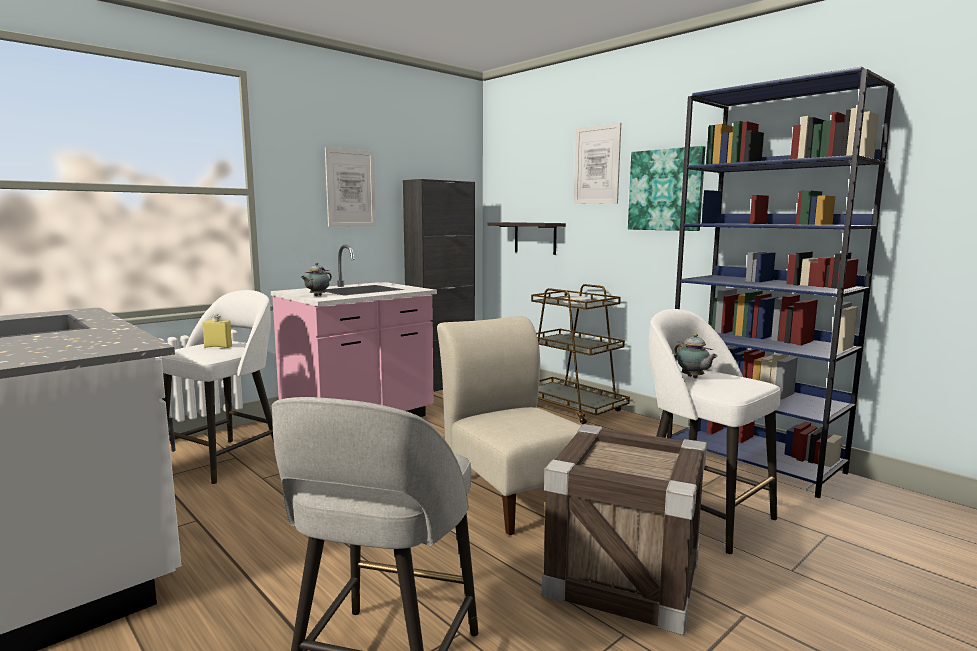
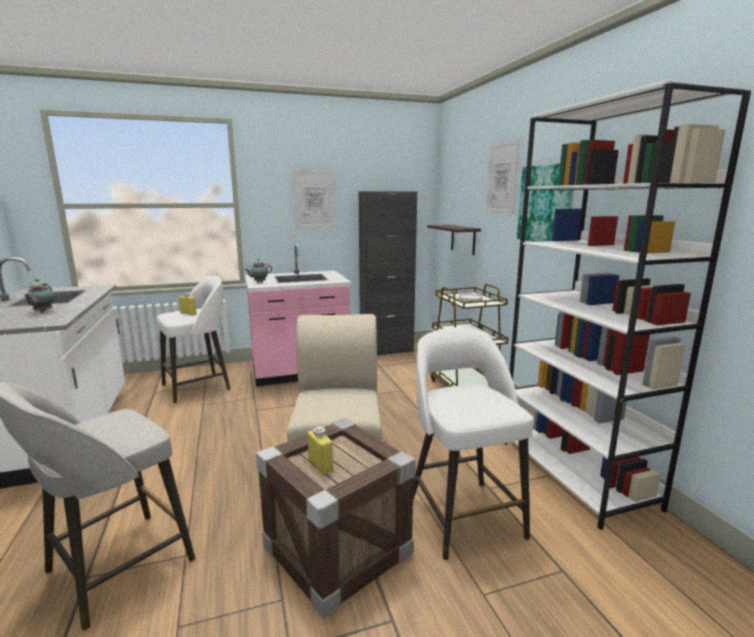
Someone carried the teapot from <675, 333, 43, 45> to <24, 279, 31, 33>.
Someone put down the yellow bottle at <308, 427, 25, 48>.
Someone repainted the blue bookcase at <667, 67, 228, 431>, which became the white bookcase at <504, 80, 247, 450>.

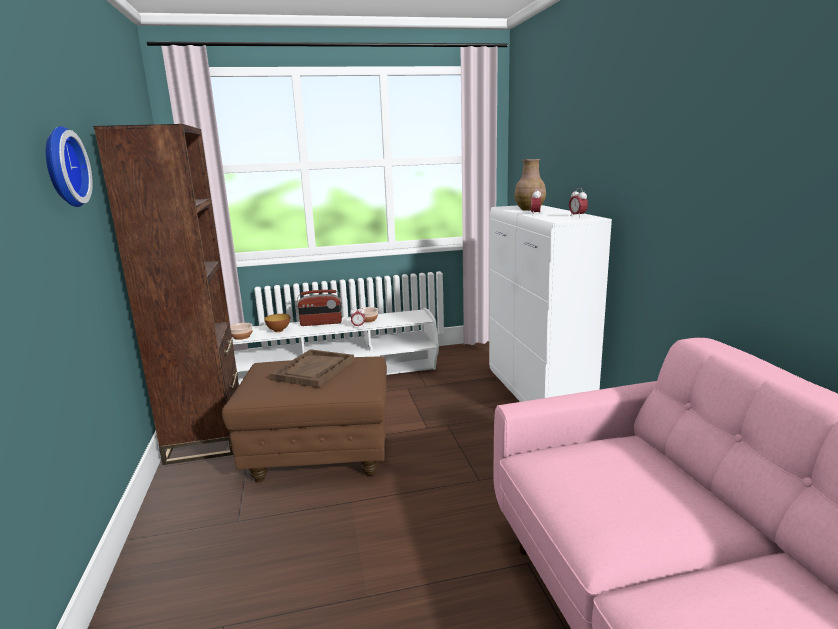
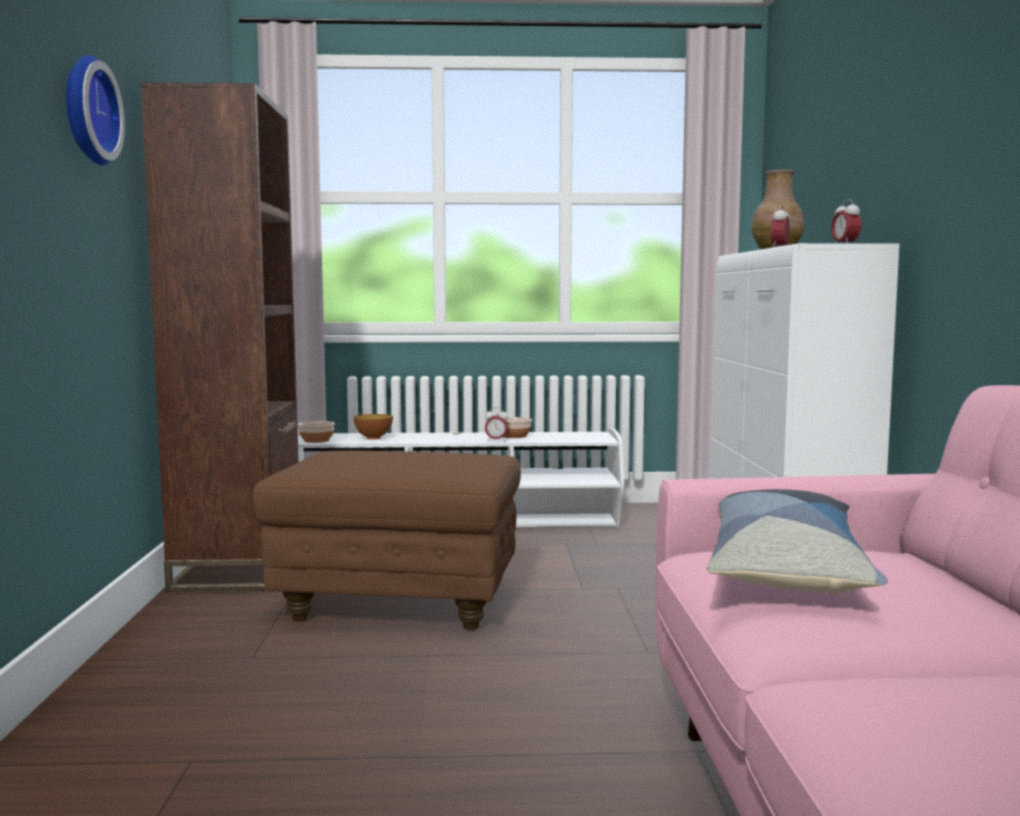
Someone put down the pillow at <707, 489, 181, 105>.
Someone took away the brown tray at <270, 349, 84, 39>.
Someone took away the radio at <296, 290, 46, 36>.

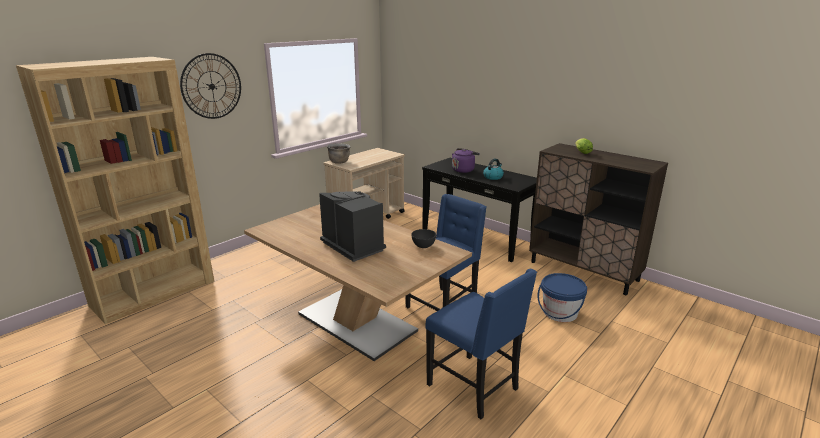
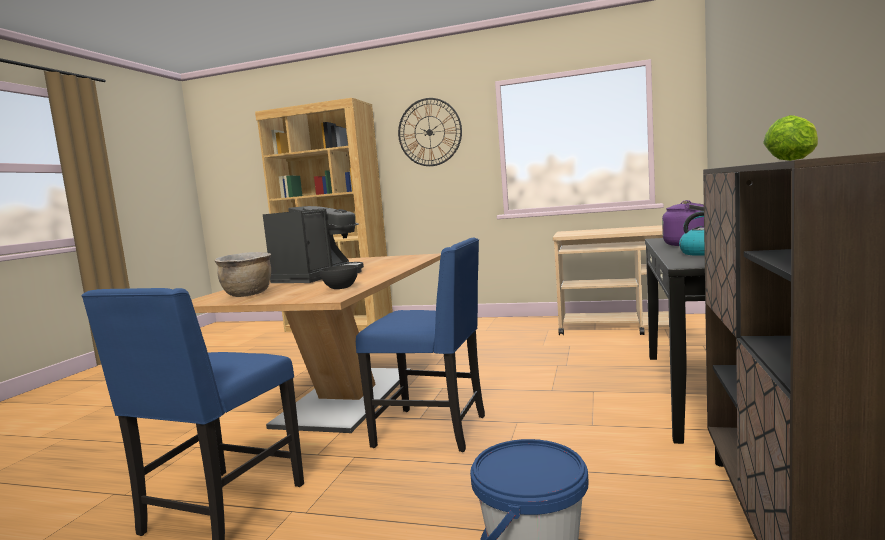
Someone carried the brown cooking pot from <327, 143, 23, 21> to <214, 252, 57, 45>.

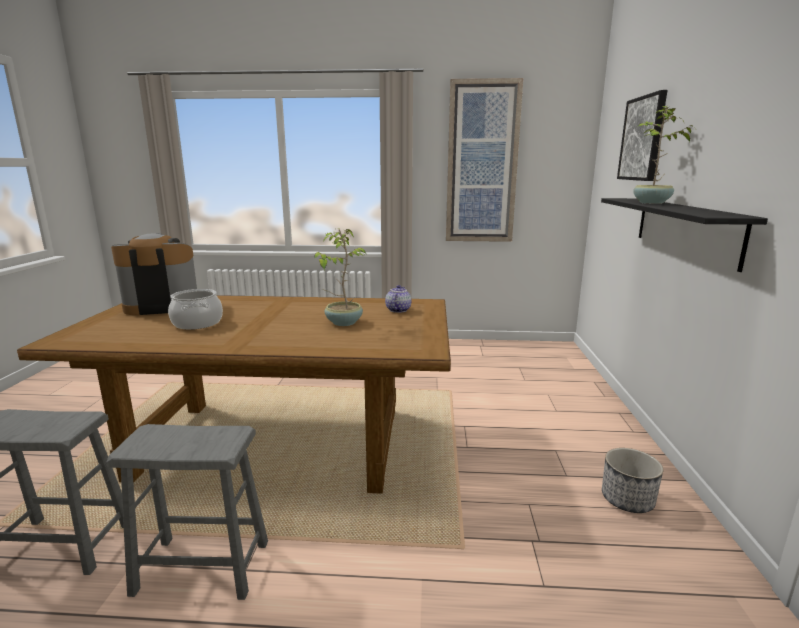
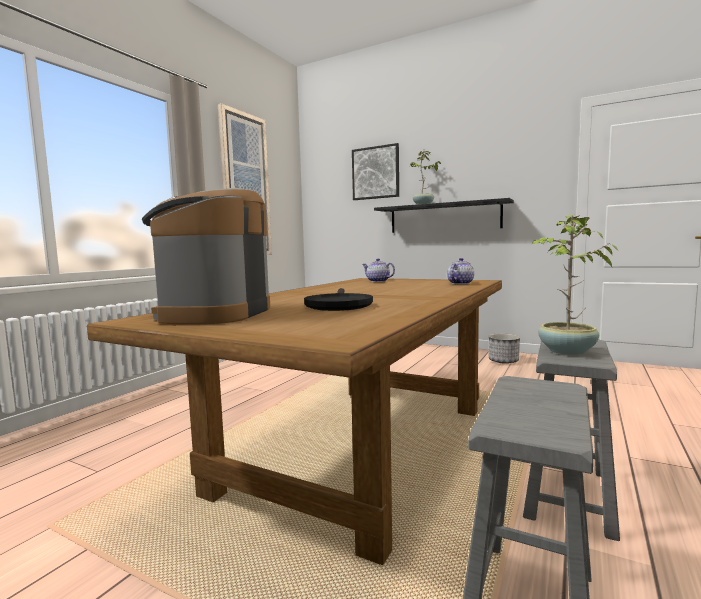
Someone swapped the cooking pot at <168, 289, 55, 41> for the black frying pan at <304, 288, 69, 23>.
Someone put down the teapot at <447, 258, 27, 26>.
Someone carried the potted plant from <314, 228, 52, 98> to <532, 215, 86, 140>.

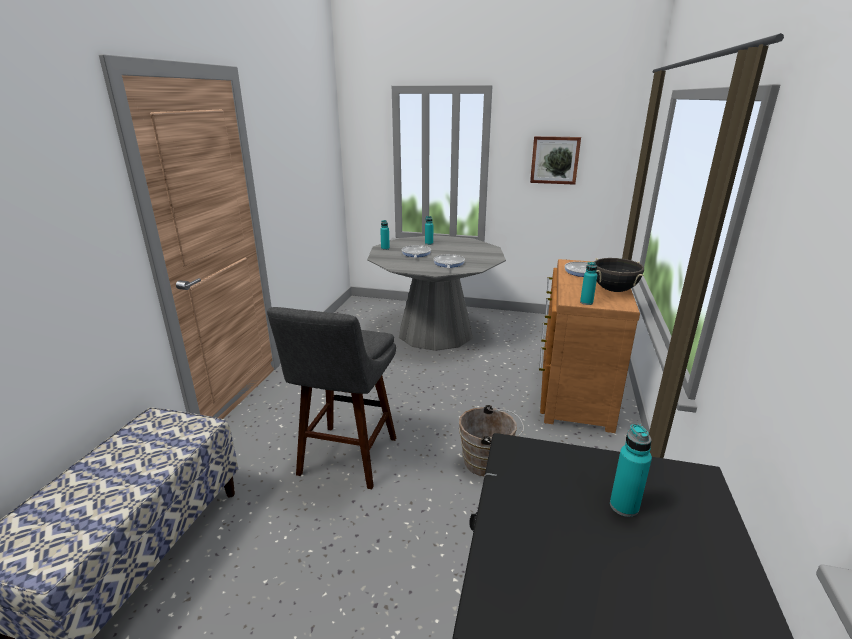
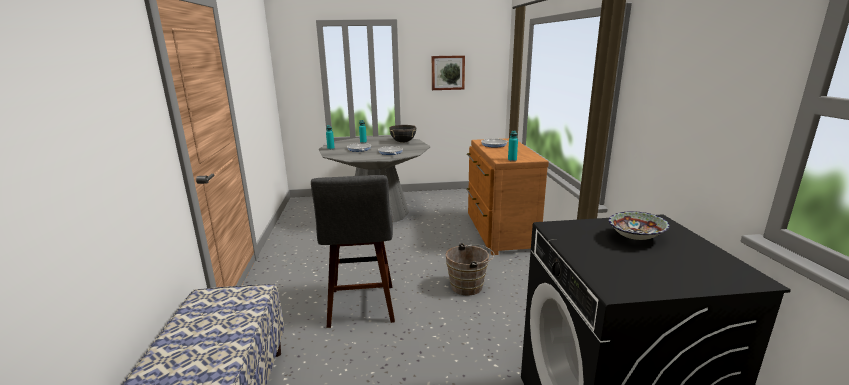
Someone carried the black cooking pot from <594, 258, 50, 34> to <389, 125, 28, 18>.
Someone swapped the turquoise bottle at <610, 424, 42, 93> for the bowl at <608, 211, 62, 29>.

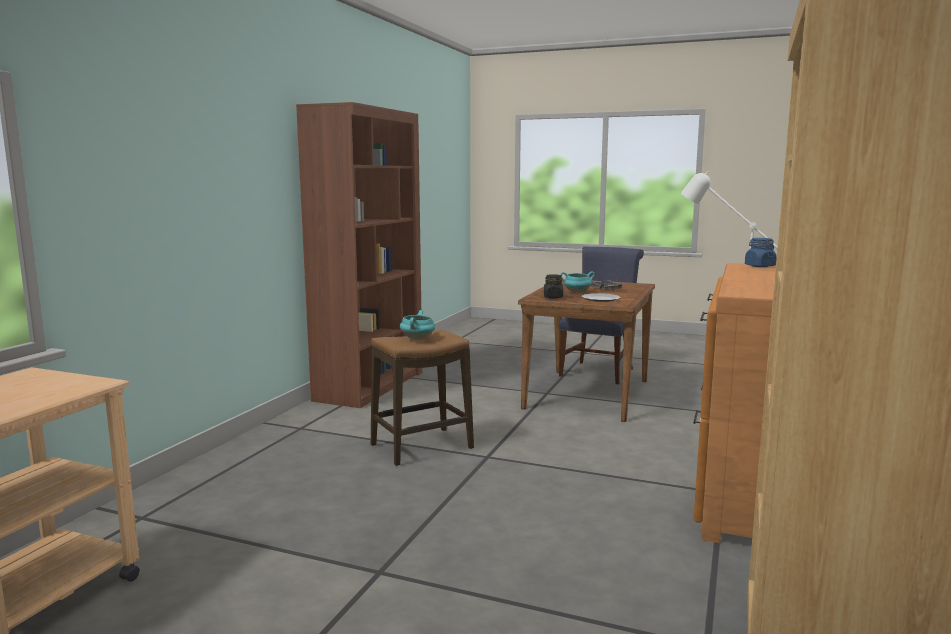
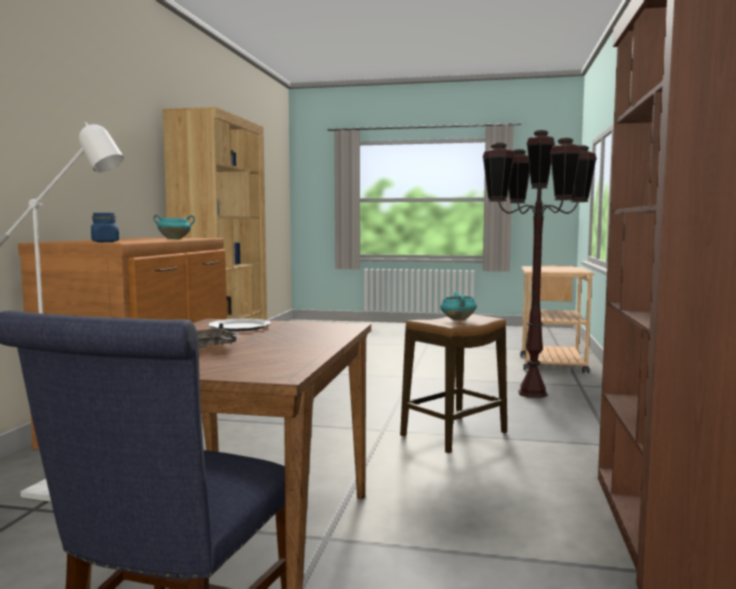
Someone carried the turquoise cooking pot from <561, 271, 34, 22> to <153, 214, 42, 25>.
Someone put down the brown floor lamp at <483, 130, 114, 268>.
Someone took away the black jar at <544, 274, 19, 25>.

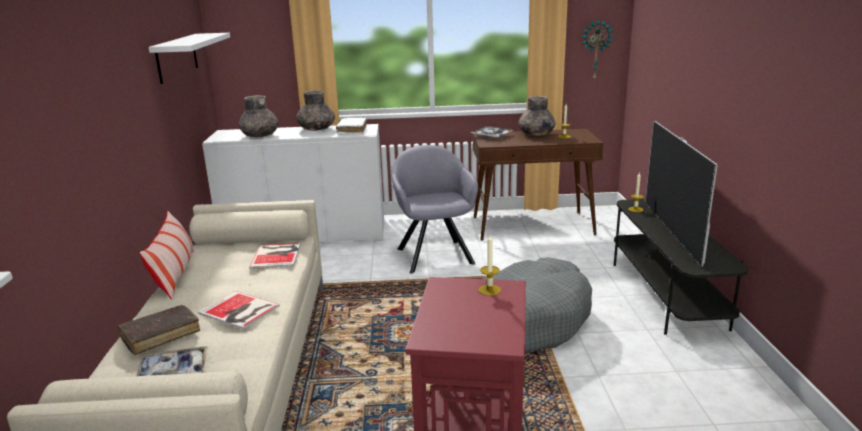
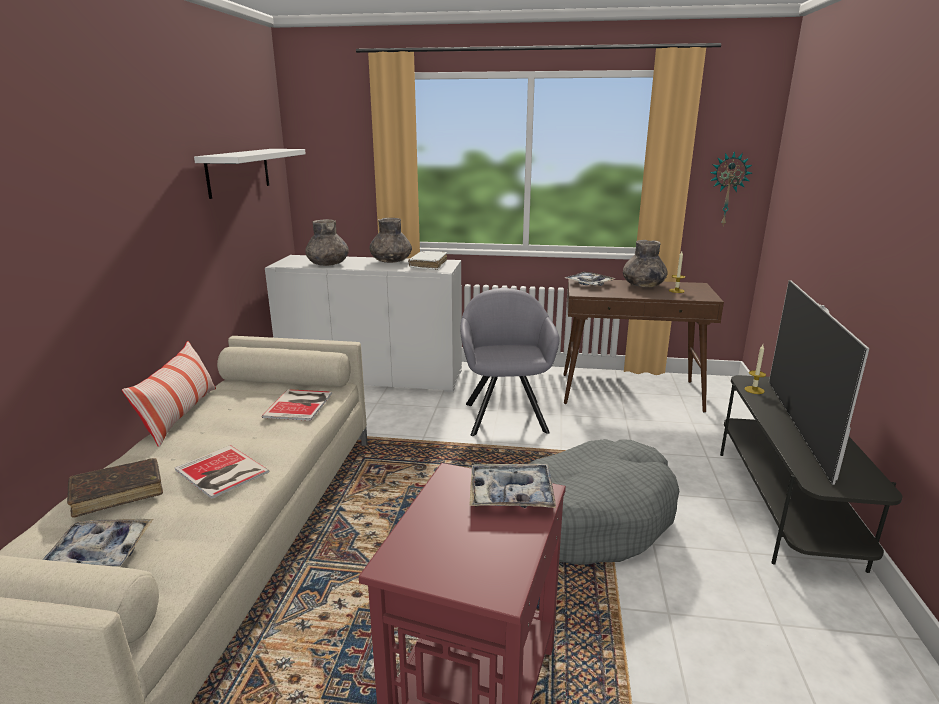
Someone swapped the candle at <479, 235, 22, 61> for the tray at <469, 464, 87, 44>.

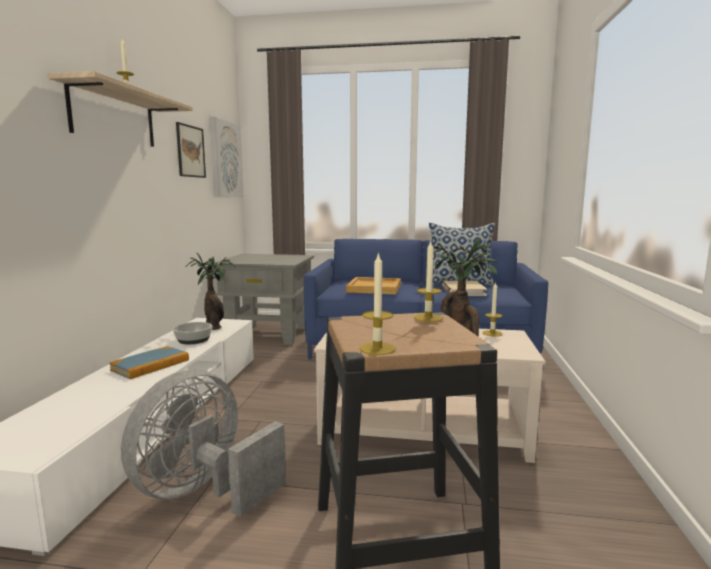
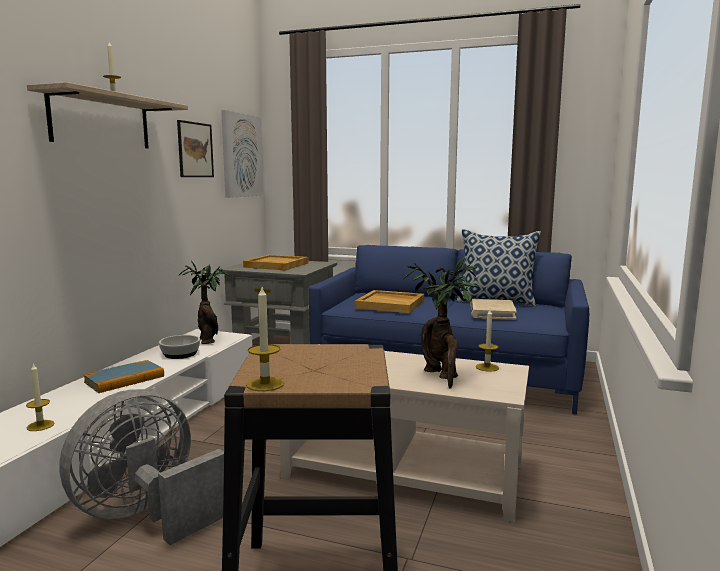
Someone carried the candle from <414, 241, 29, 81> to <26, 363, 29, 68>.
Someone put down the beige tray at <243, 255, 66, 15>.

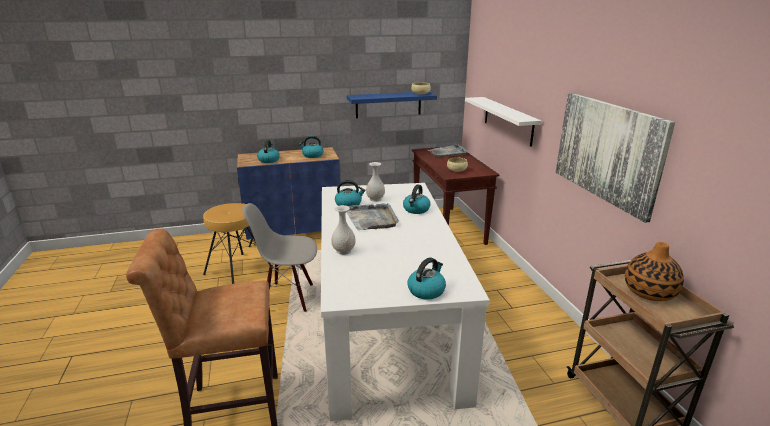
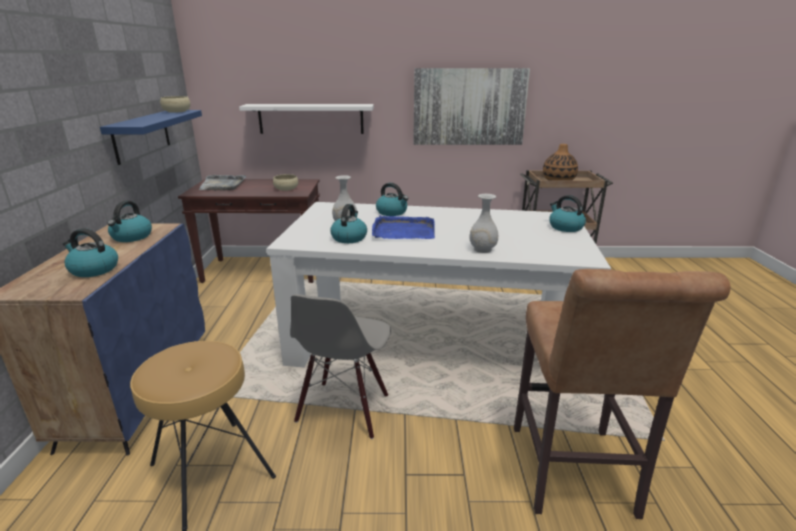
Someone repainted the grey tray at <346, 203, 53, 27>, which became the blue tray at <372, 215, 63, 24>.

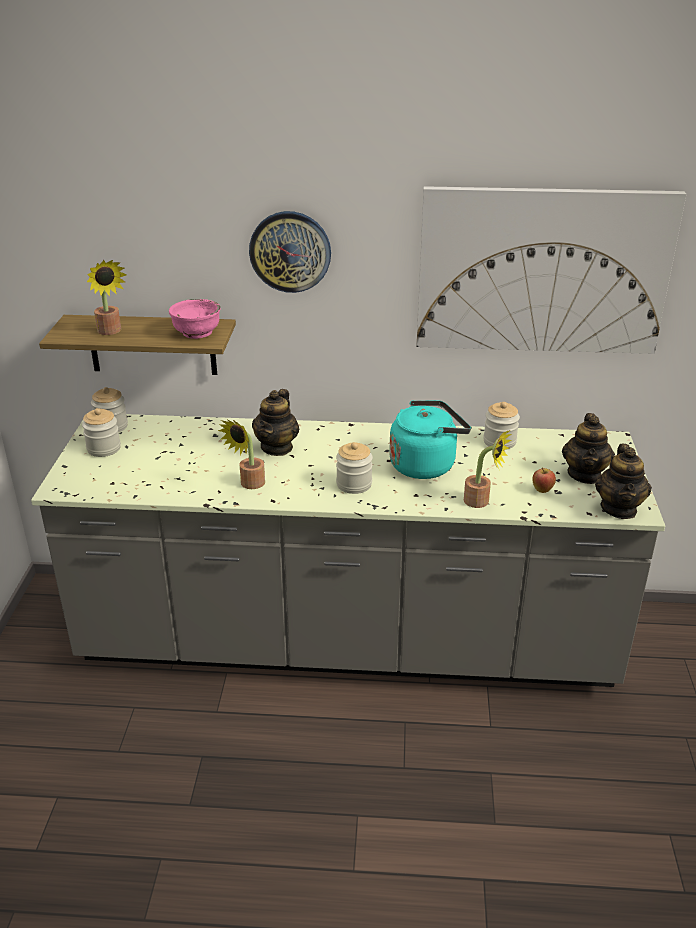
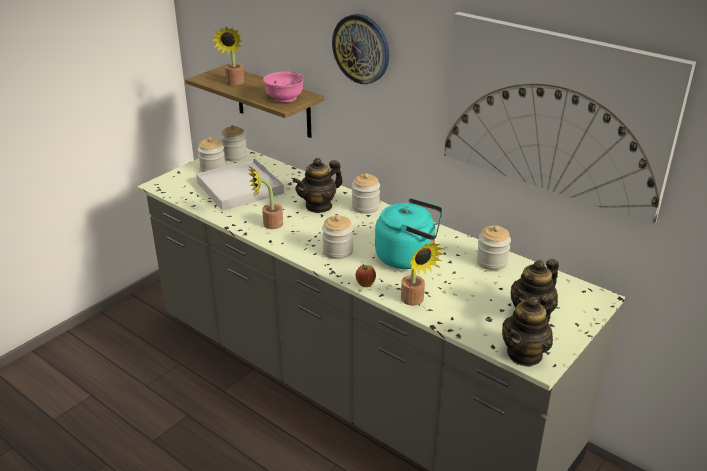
Someone put down the white tray at <196, 159, 88, 52>.
Someone put down the jar at <352, 173, 28, 41>.
Someone carried the apple from <532, 467, 24, 26> to <356, 263, 20, 24>.

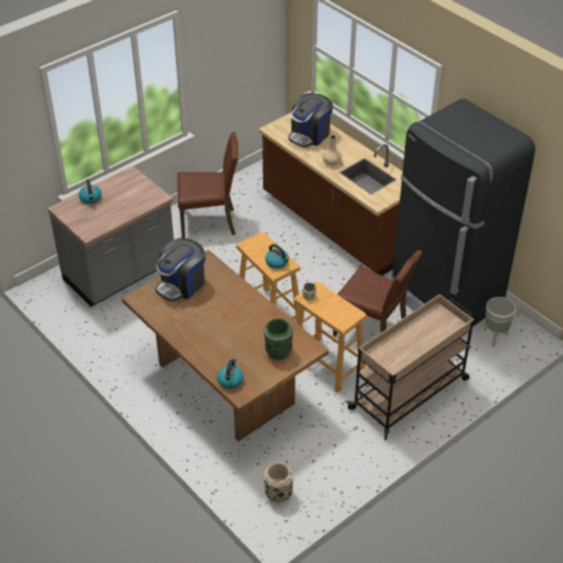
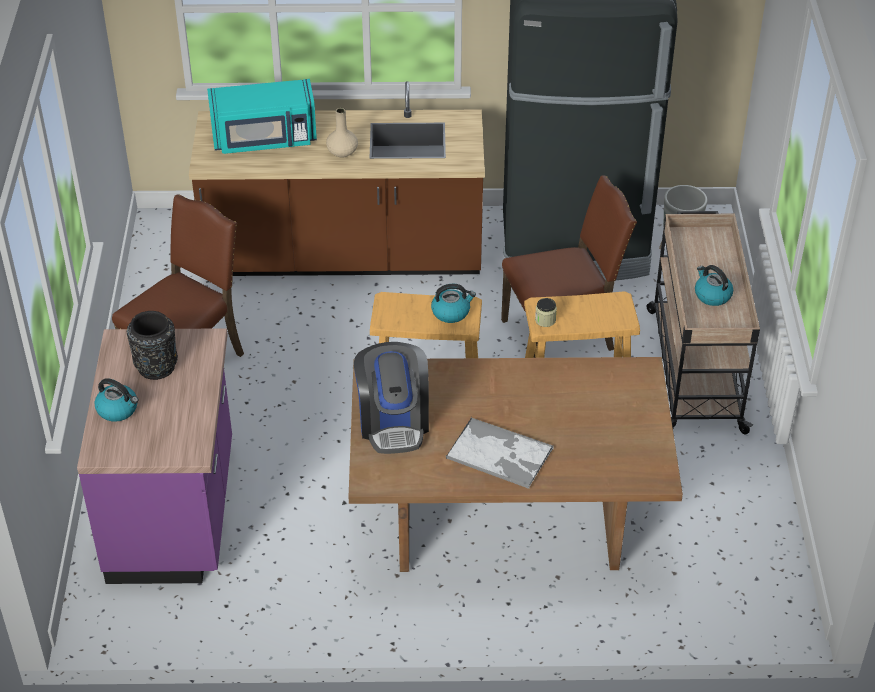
Someone repainted the grey counter at <48, 166, 126, 141>, which became the purple counter at <77, 328, 155, 256>.
Someone put down the black vase at <127, 311, 51, 69>.
Someone swapped the coffee machine at <288, 93, 45, 54> for the turquoise microwave at <207, 79, 110, 75>.
Someone put down the tray at <446, 417, 108, 72>.
Someone carried the kettle from <217, 358, 27, 31> to <695, 265, 38, 41>.
Someone took away the green vase at <264, 318, 29, 42>.
Someone took away the beige vase at <264, 462, 29, 42>.

